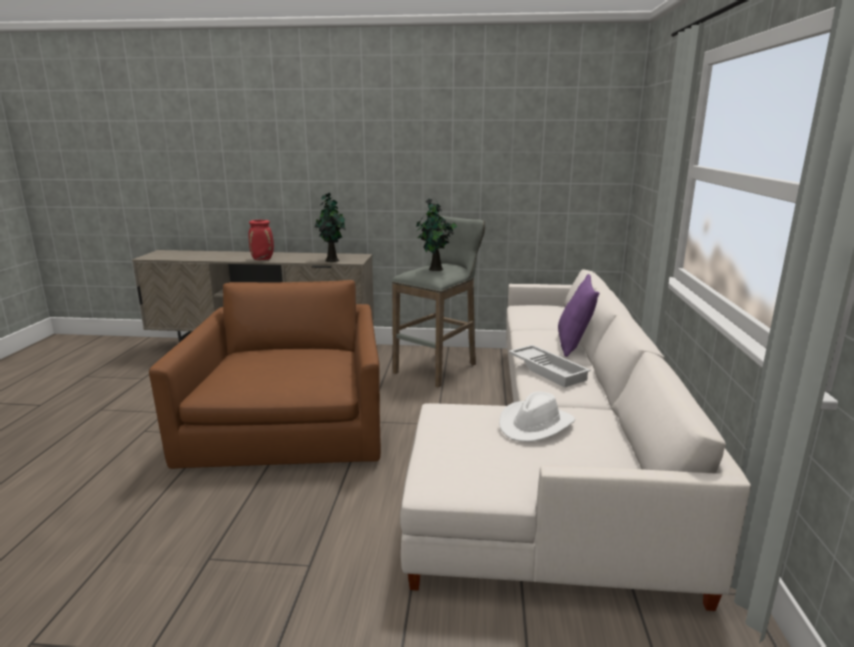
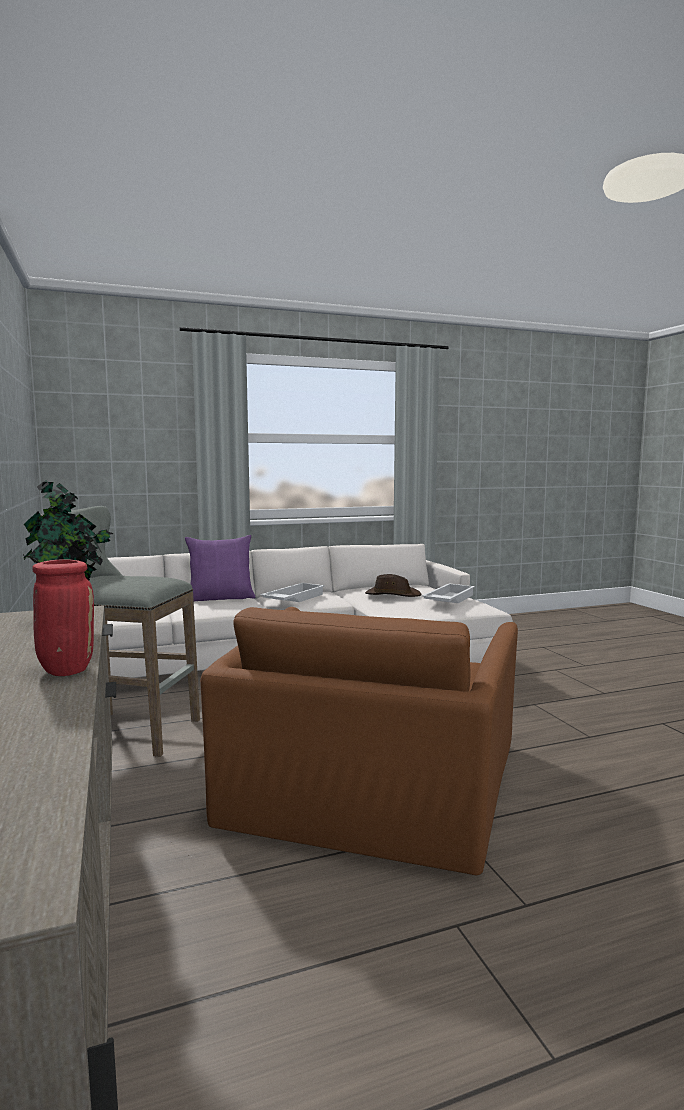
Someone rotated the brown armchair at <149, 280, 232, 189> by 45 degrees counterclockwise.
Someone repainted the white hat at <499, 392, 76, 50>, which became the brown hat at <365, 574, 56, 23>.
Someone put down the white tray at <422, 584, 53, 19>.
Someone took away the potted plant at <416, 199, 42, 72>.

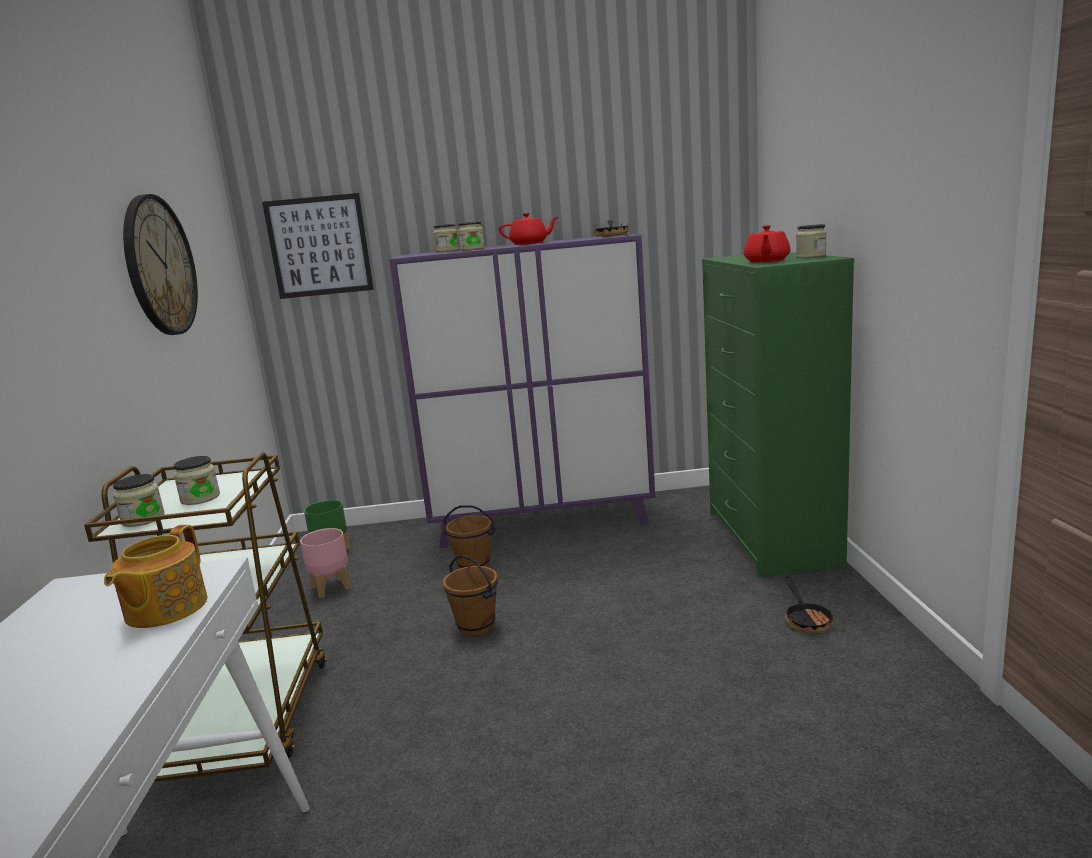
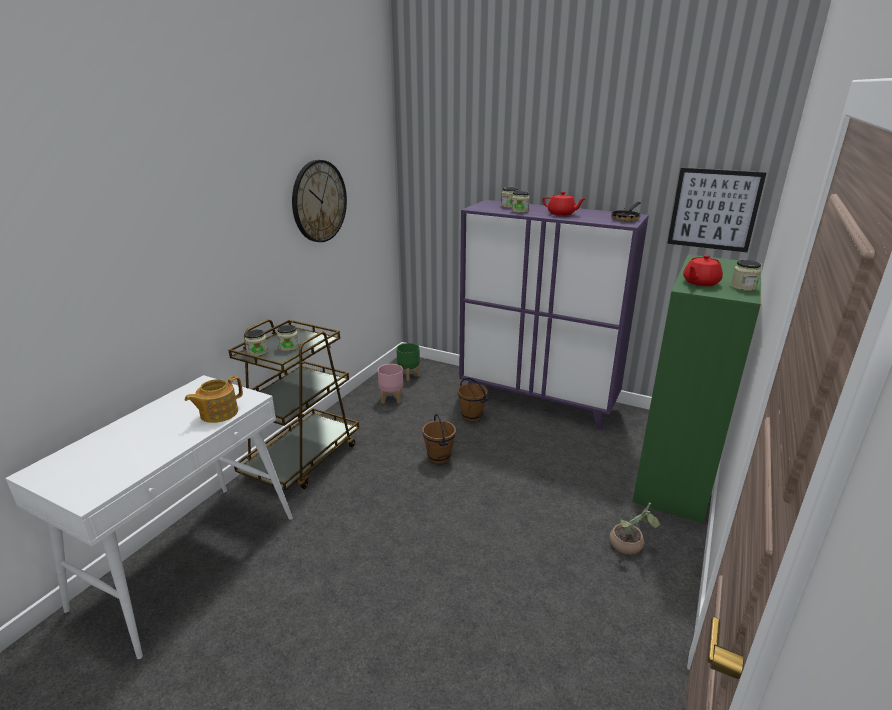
Someone swapped the frying pan at <784, 576, 52, 56> for the potted plant at <609, 502, 52, 53>.
Someone carried the picture from <262, 193, 112, 106> to <667, 168, 99, 84>.

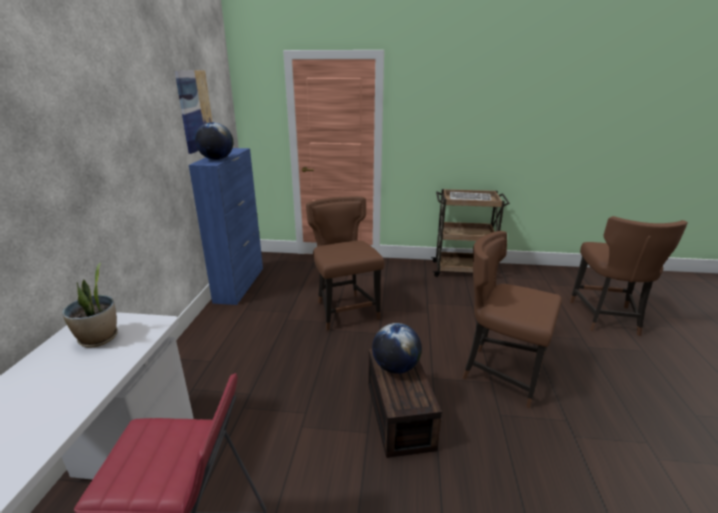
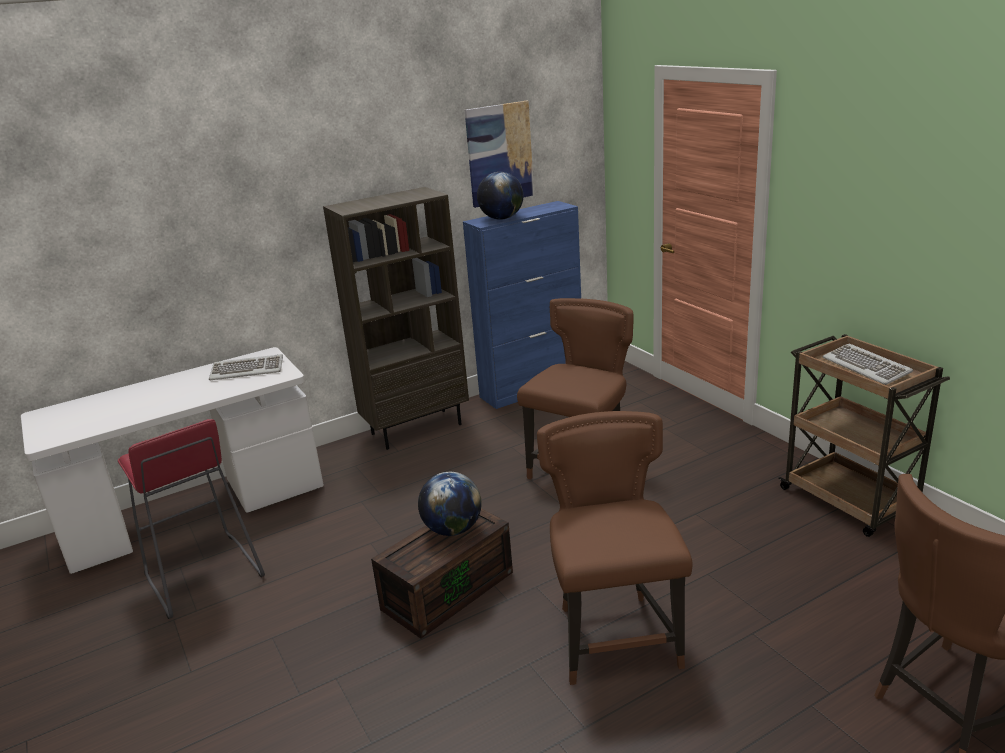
Someone swapped the potted plant at <62, 263, 56, 85> for the keyboard at <209, 354, 74, 26>.
Someone put down the brown bookcase at <323, 187, 146, 263>.

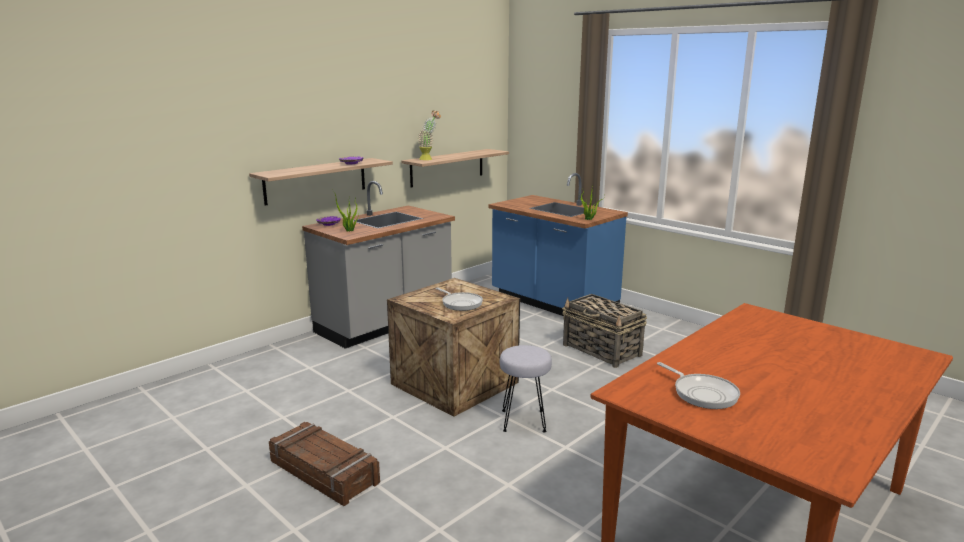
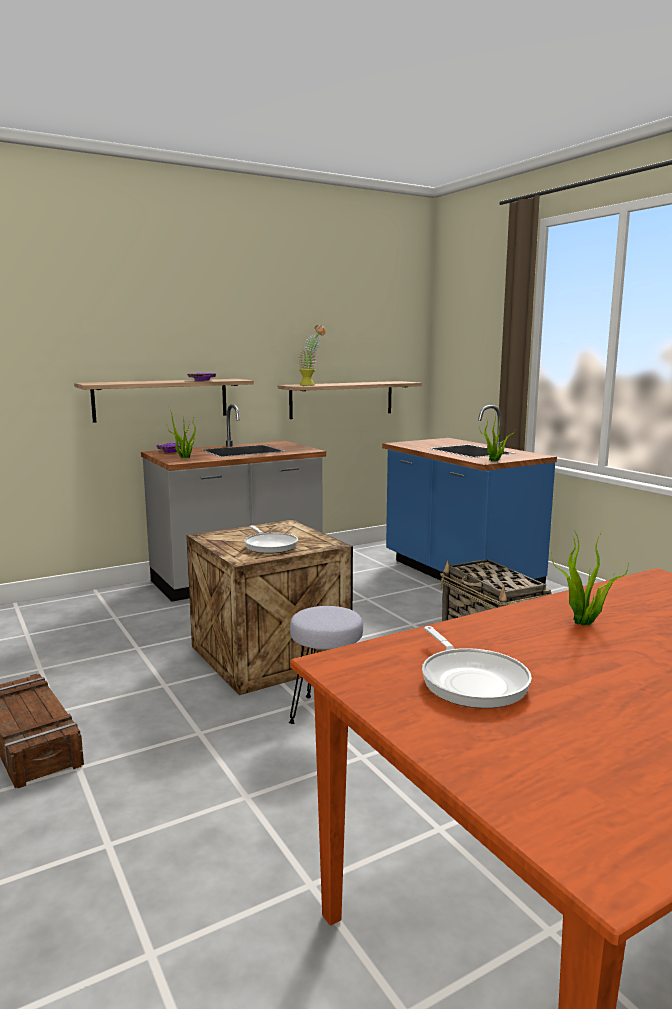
Someone put down the potted plant at <552, 530, 76, 96>.

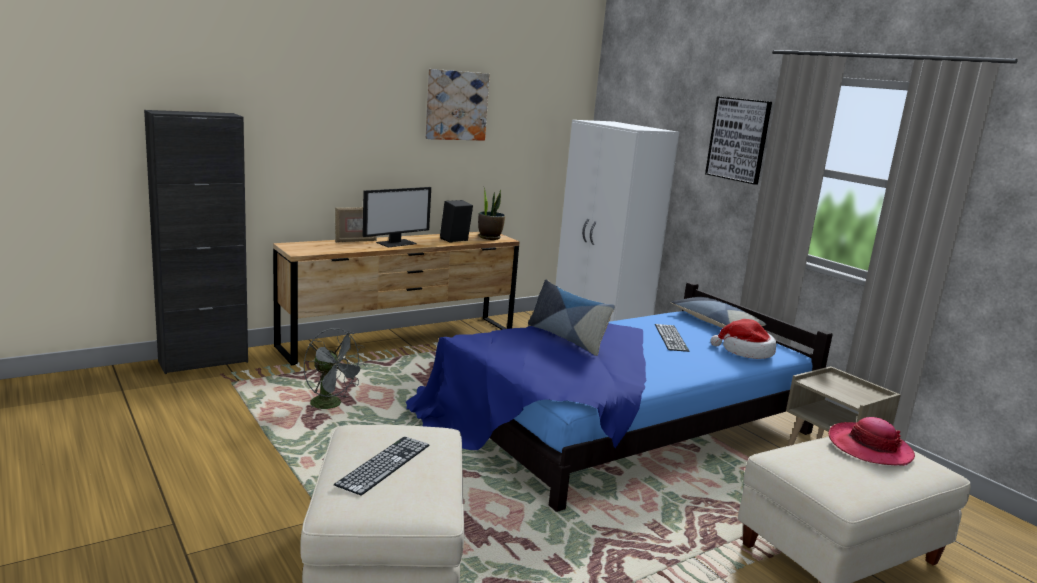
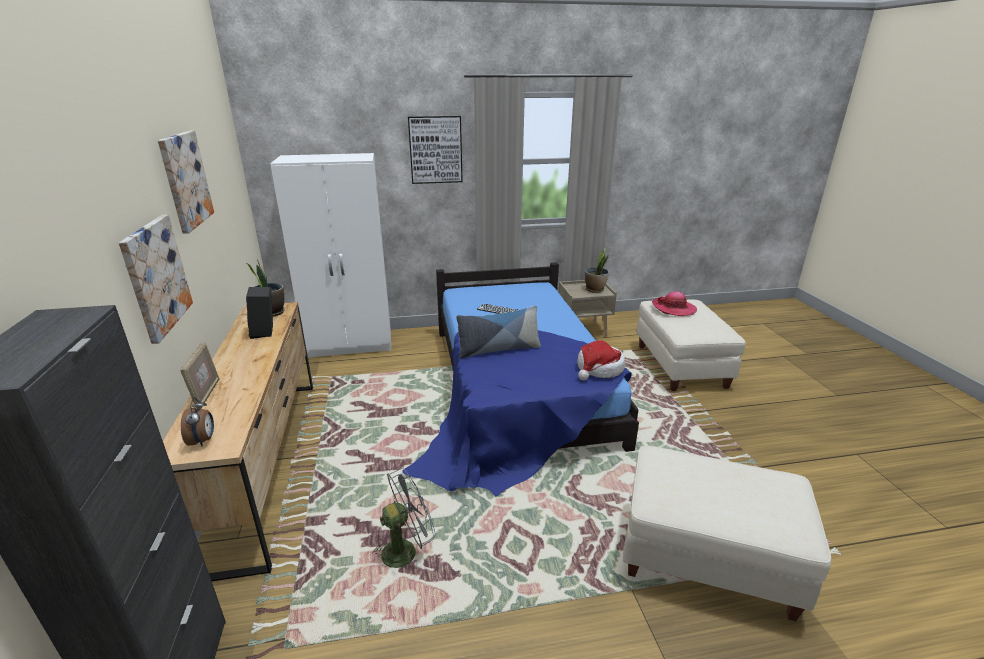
Someone put up the picture at <119, 215, 74, 129>.
Someone put down the alarm clock at <181, 397, 33, 50>.
Someone carried the hat from <710, 319, 66, 40> to <577, 341, 48, 39>.
Someone put down the potted plant at <585, 247, 24, 46>.
Someone took away the keyboard at <334, 437, 95, 59>.
Someone took away the monitor at <362, 187, 69, 60>.
Someone took away the pillow at <671, 297, 95, 31>.

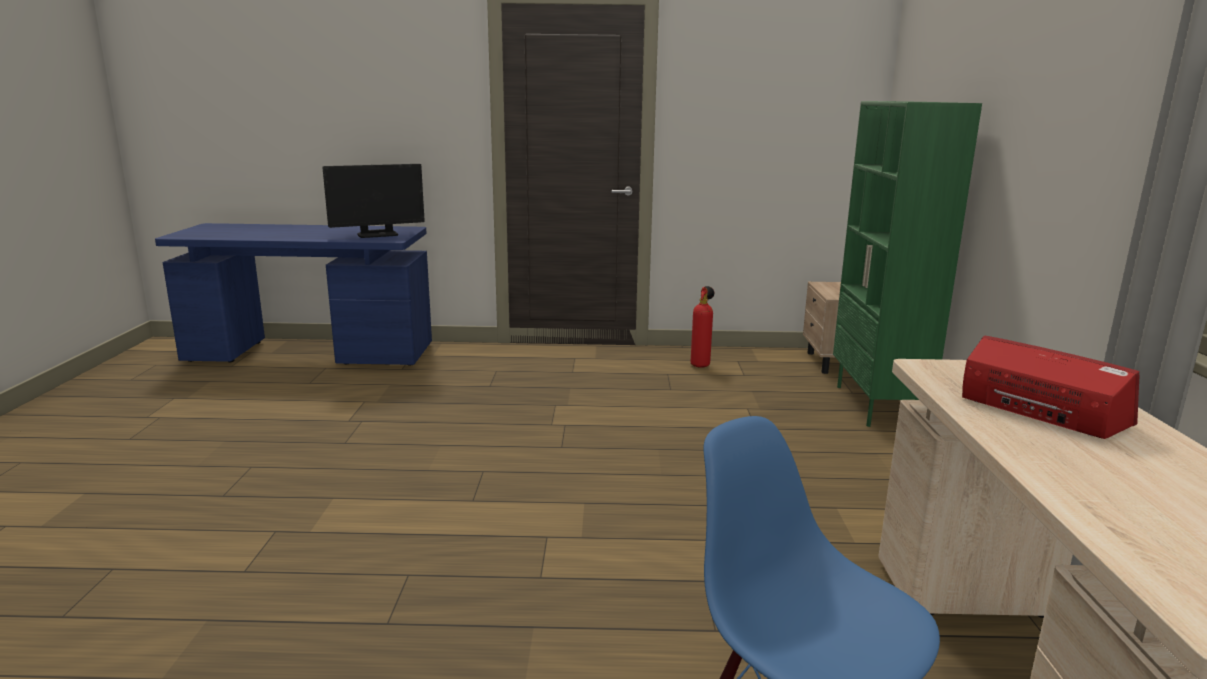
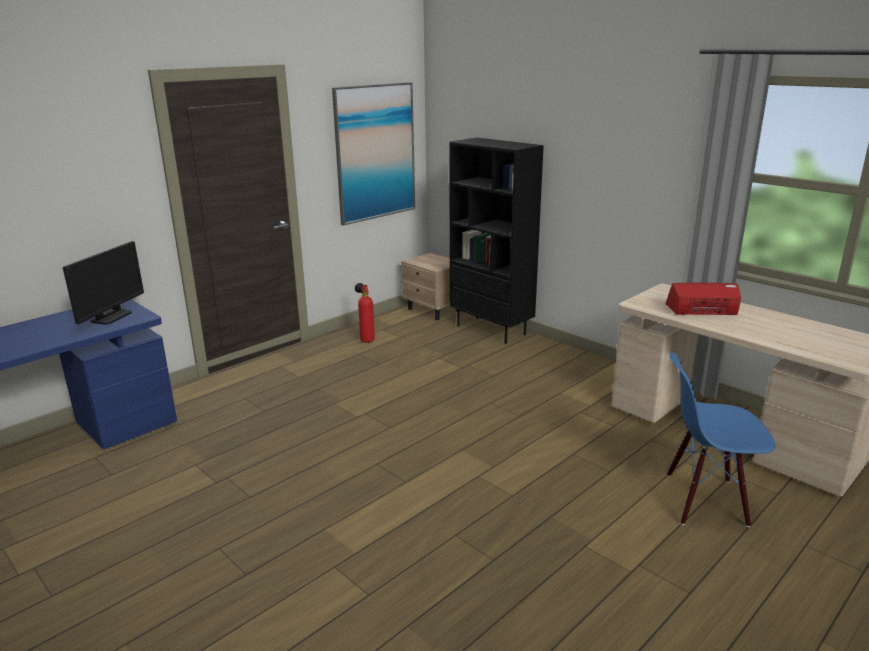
Someone put up the picture at <332, 82, 83, 143>.
Someone repainted the green bookcase at <833, 101, 149, 326>, which became the black bookcase at <449, 137, 95, 207>.

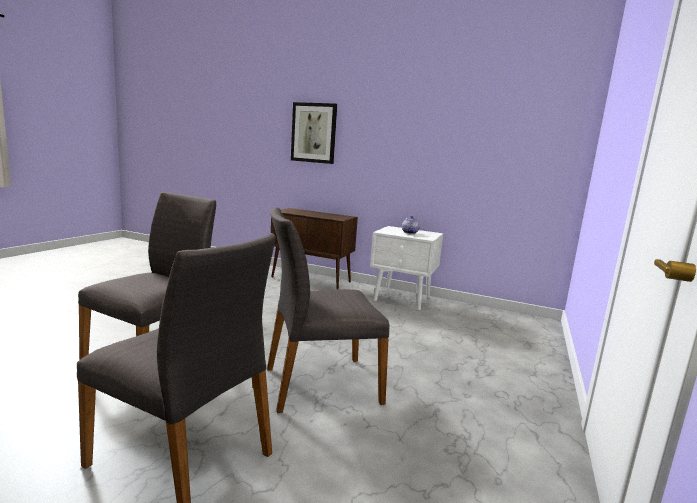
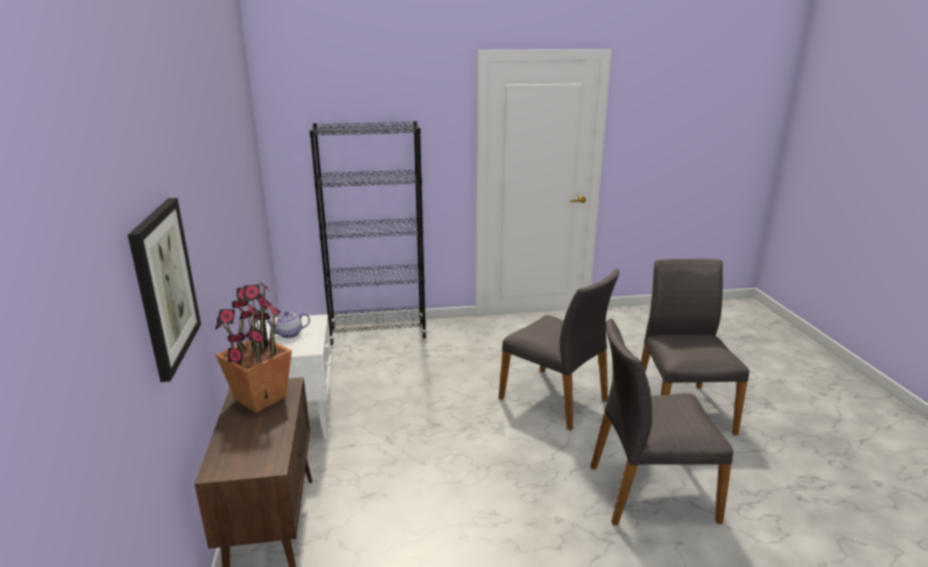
Someone put down the potted plant at <215, 281, 77, 132>.
Someone put down the black bookcase at <309, 121, 118, 224>.

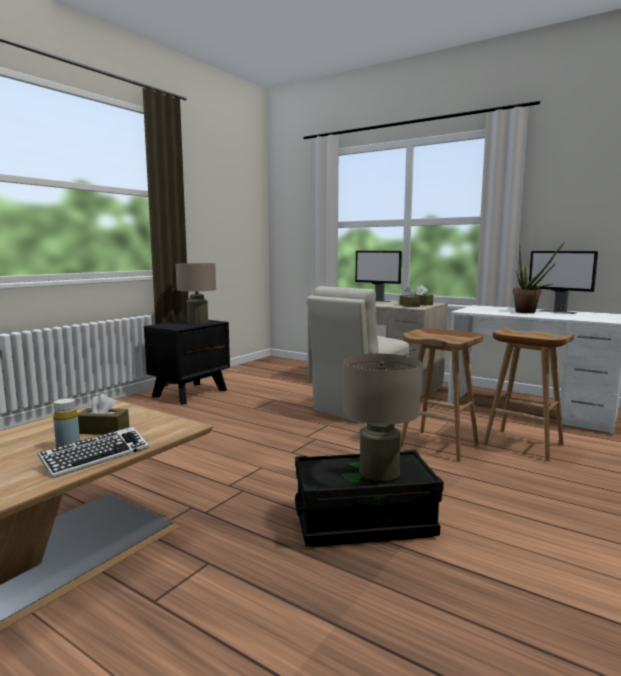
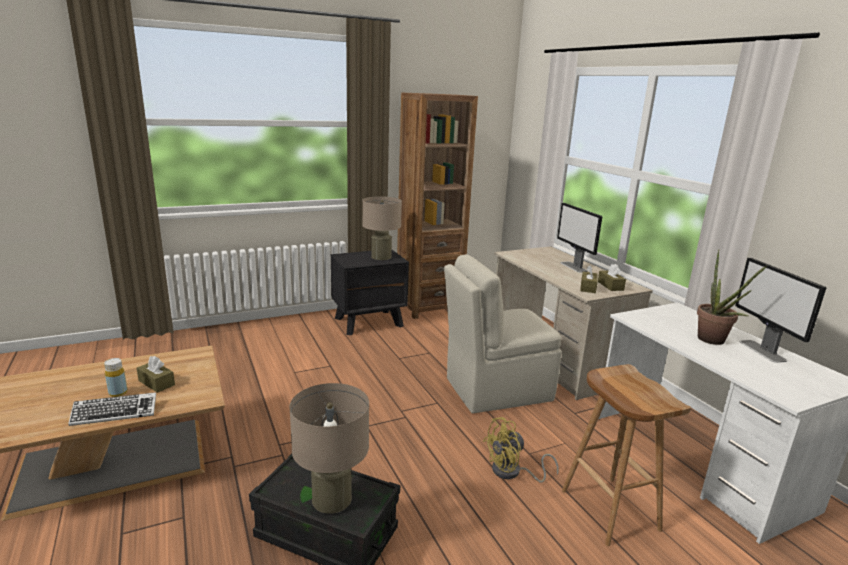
Someone put down the brown bookcase at <397, 92, 81, 227>.
Someone swapped the brown stool at <400, 328, 83, 134> for the yellow fan at <483, 417, 76, 66>.

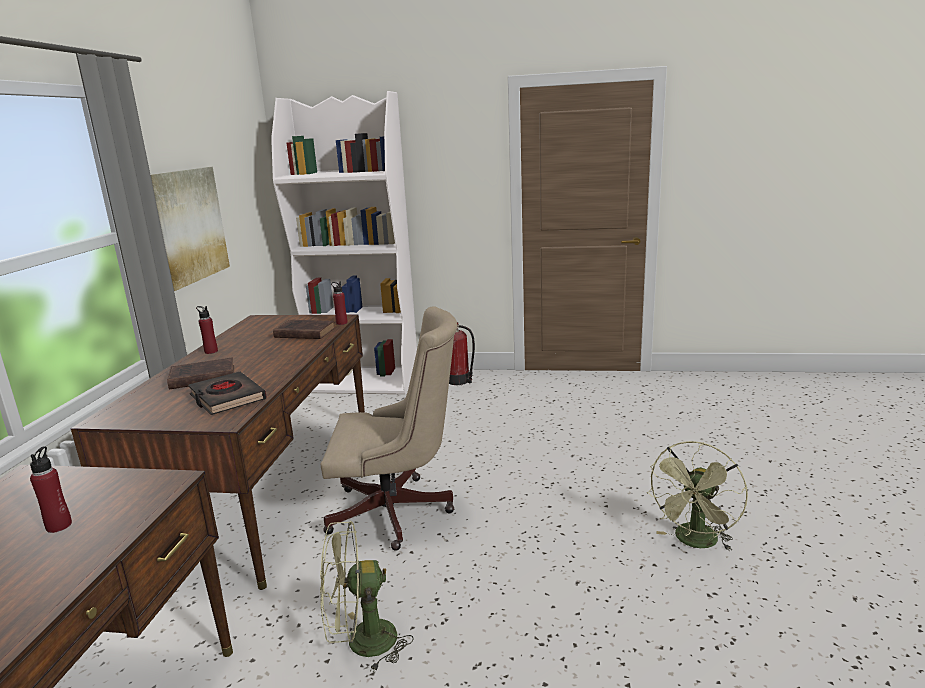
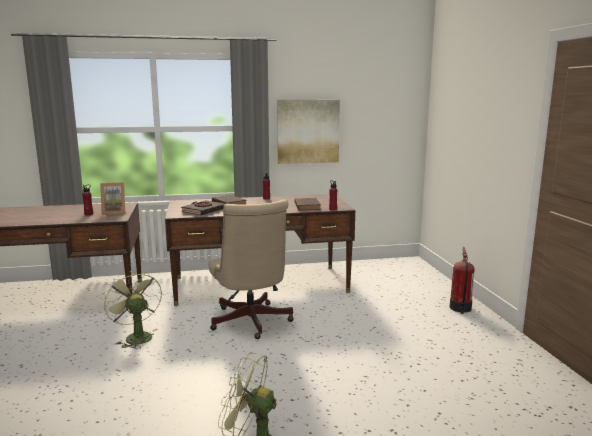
Someone put down the picture frame at <100, 182, 25, 33>.
Someone took away the white bookcase at <271, 91, 146, 303>.

